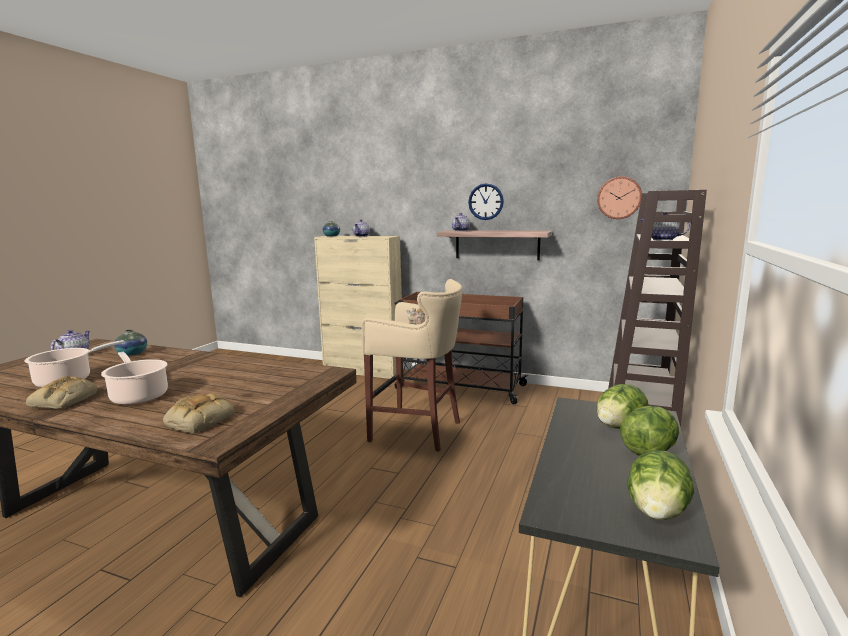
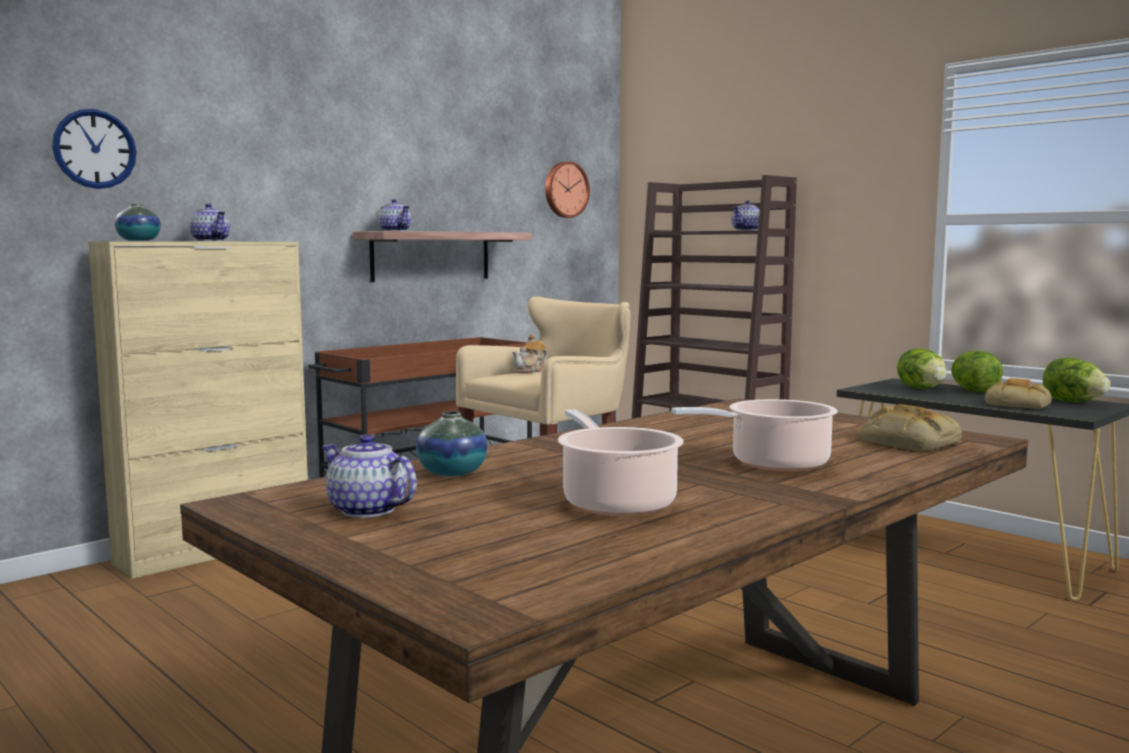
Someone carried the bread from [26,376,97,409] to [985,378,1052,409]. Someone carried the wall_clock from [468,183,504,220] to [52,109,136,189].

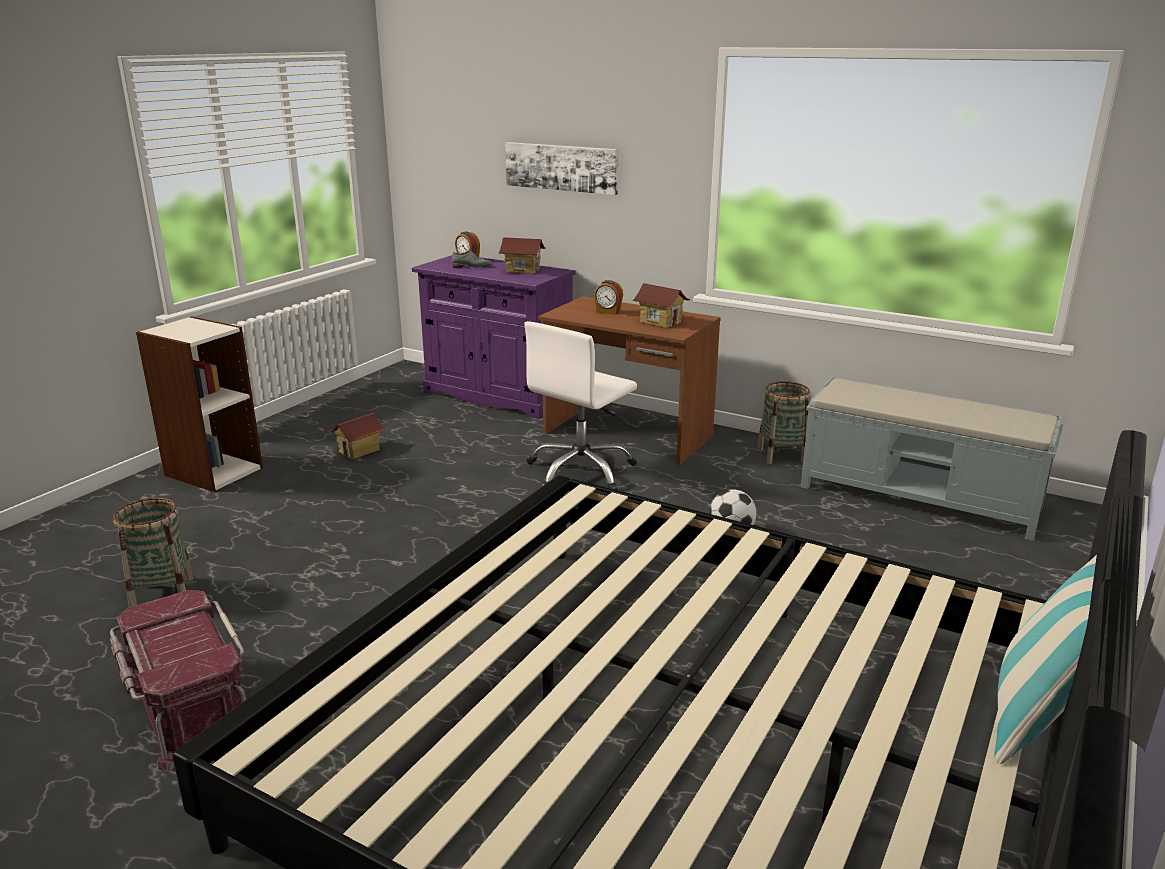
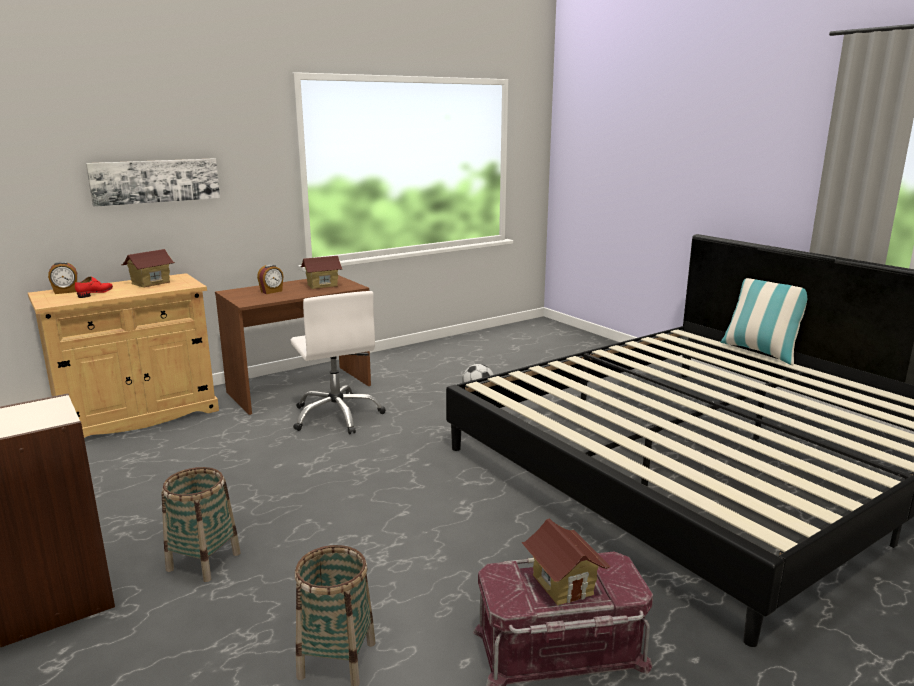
Someone took away the grey_bench at [801,376,1063,541]. Someone carried the toy_house from [329,413,386,459] to [521,518,611,605]. Someone carried the basket from [757,381,810,464] to [161,467,241,582]. Someone repainted the purple_cabinet at [412,255,575,419], which became the beige_cabinet at [28,273,219,438]. Someone repainted the grey_shoe at [452,250,493,269], which became the red_shoe at [75,277,113,298].

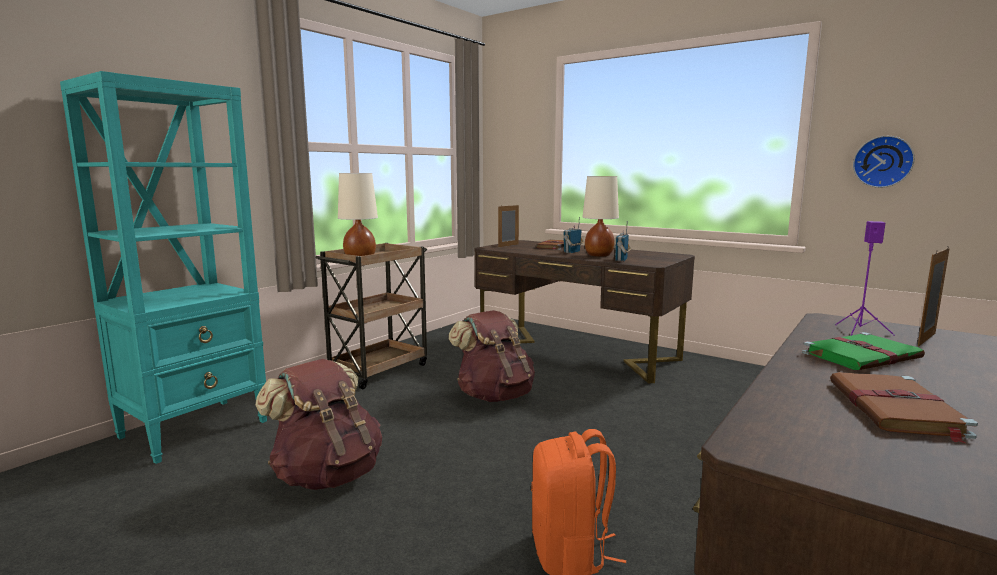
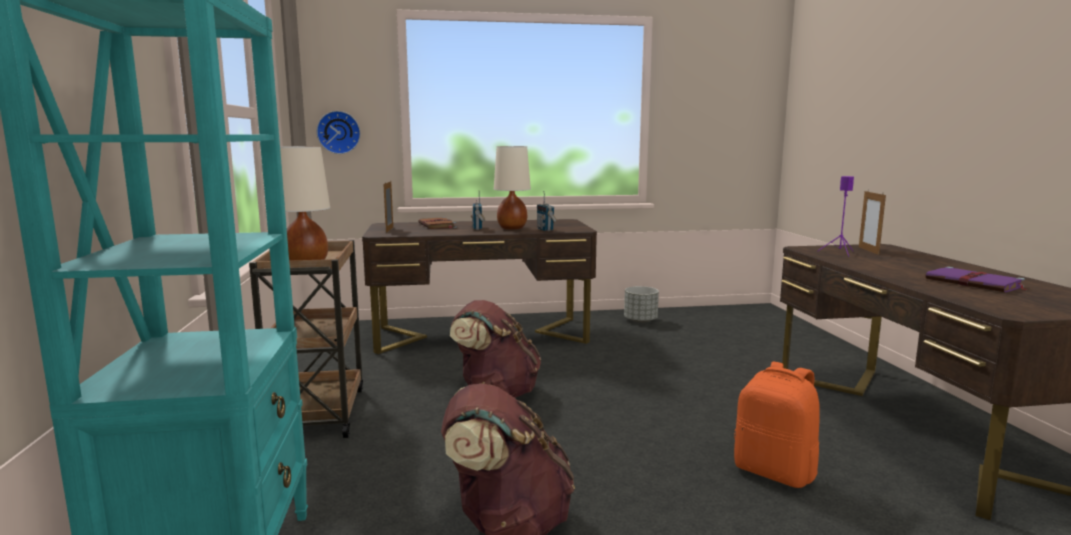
Someone took away the green_book at [802,332,925,370]. Someone put down the grey_planter at [624,286,659,323]. Someone carried the wall_clock from [853,136,915,188] to [316,111,360,154]. Someone repainted the brown_book at [830,372,978,444], which became the purple_book at [926,266,1029,292].

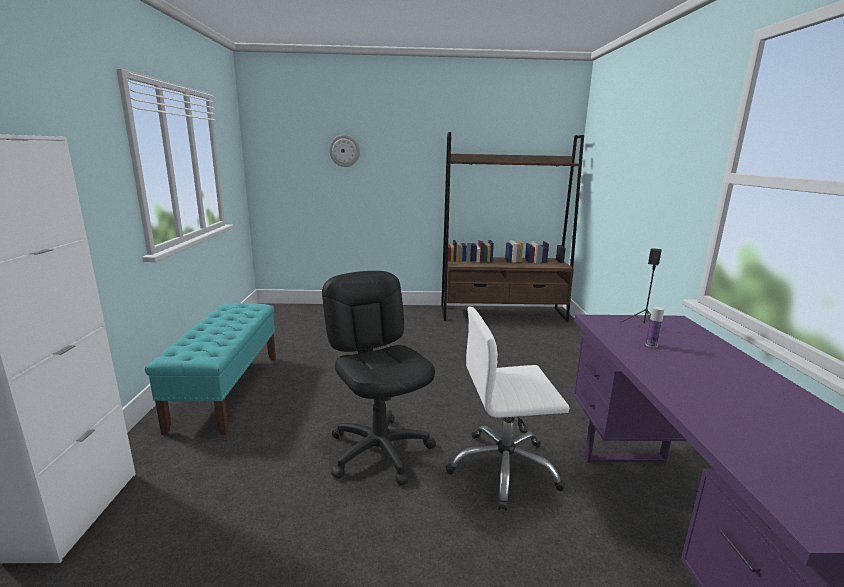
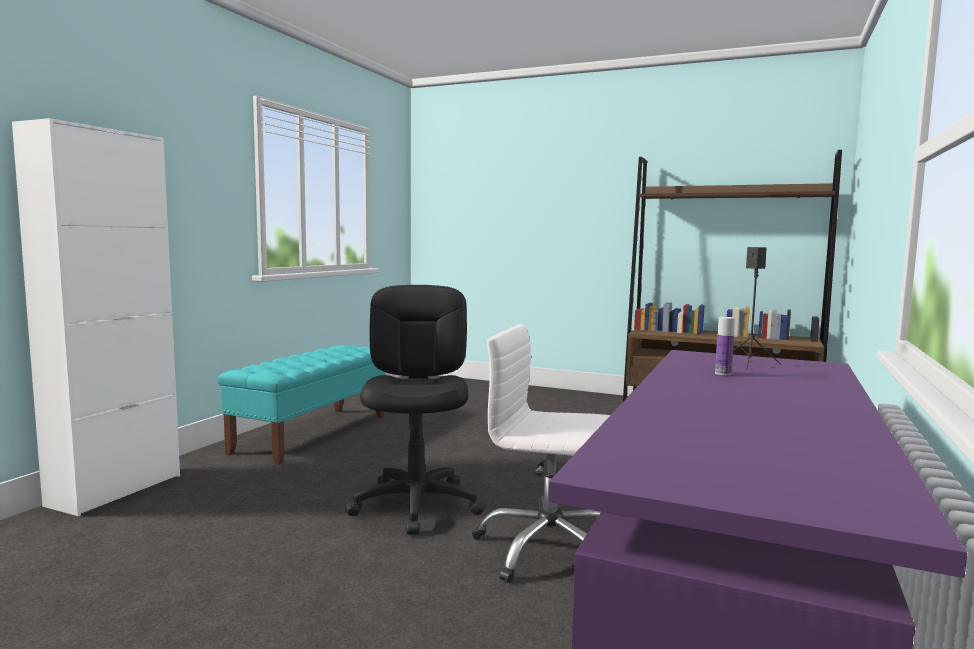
Someone took away the wall_clock at [329,135,360,167].

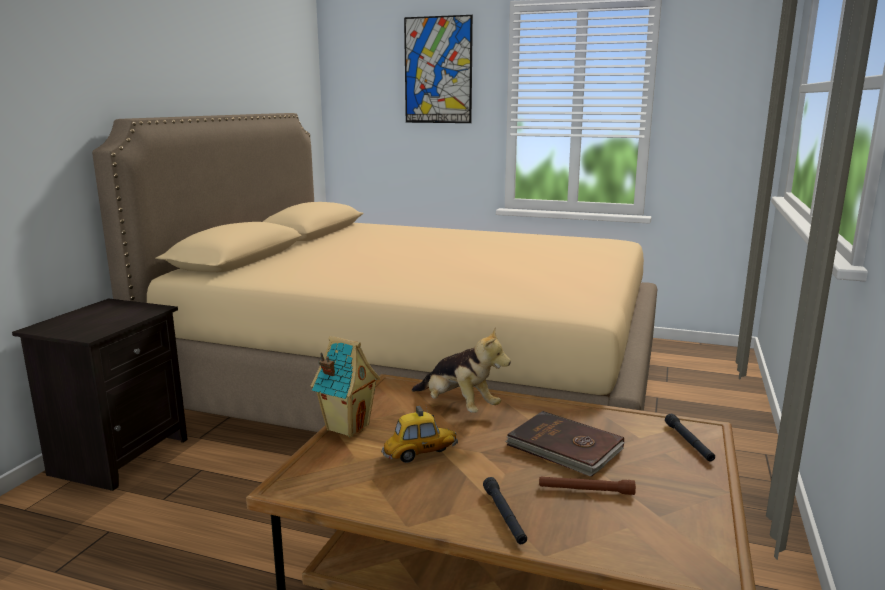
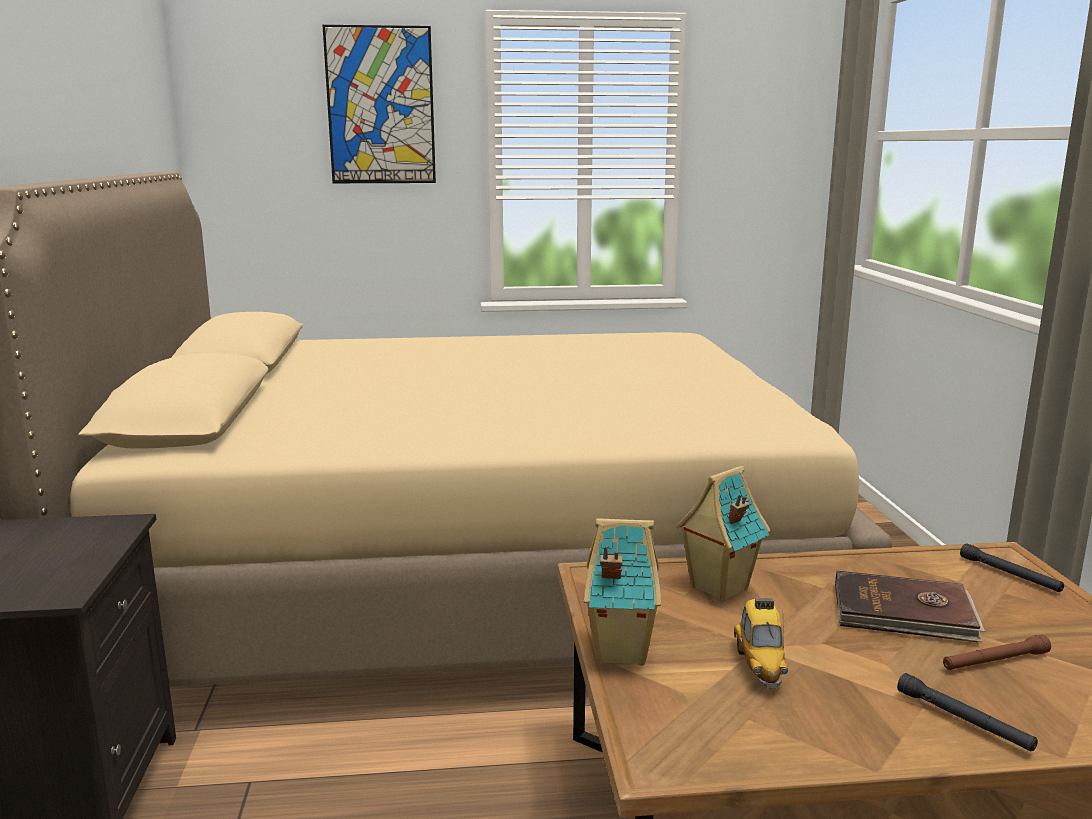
Someone swapped the plush_toy at [412,327,511,413] for the toy_house at [676,466,771,602]. Someone rotated the toy_car at [381,406,458,463] by 135 degrees clockwise.

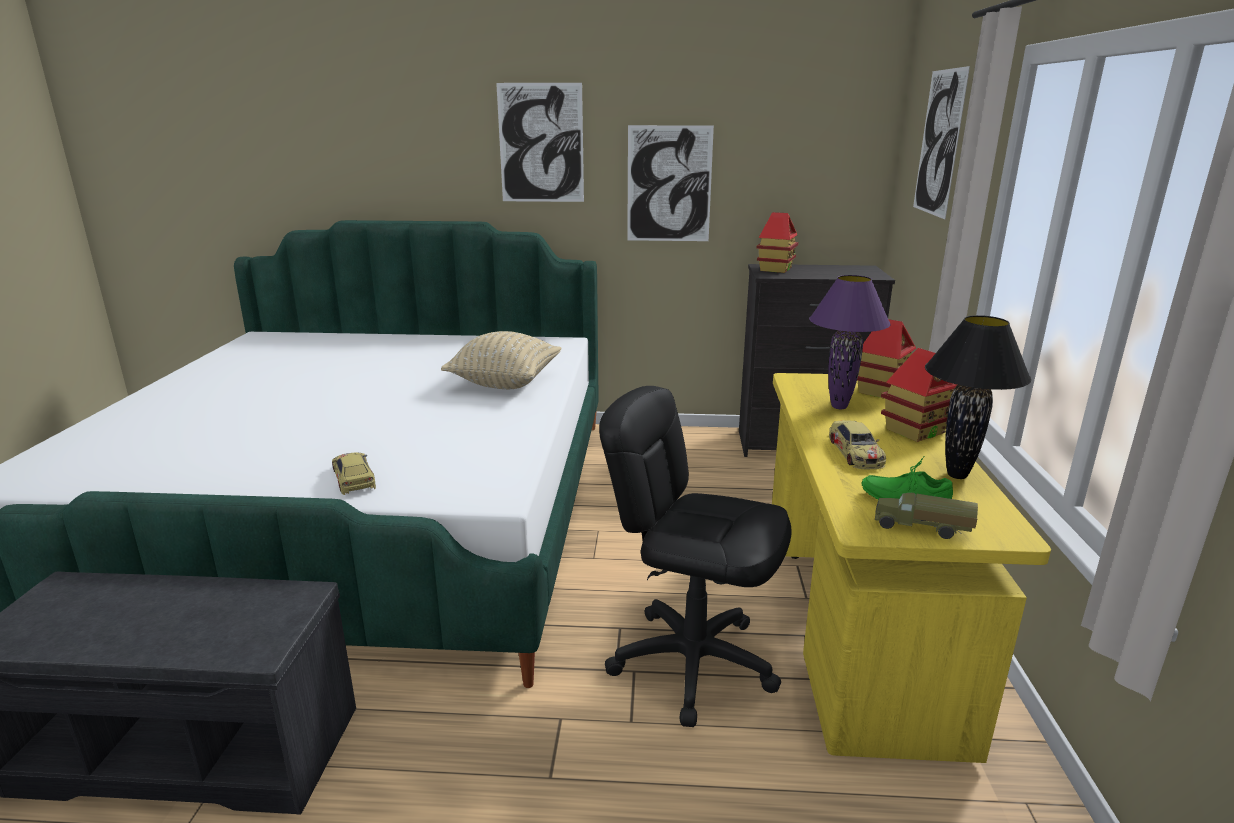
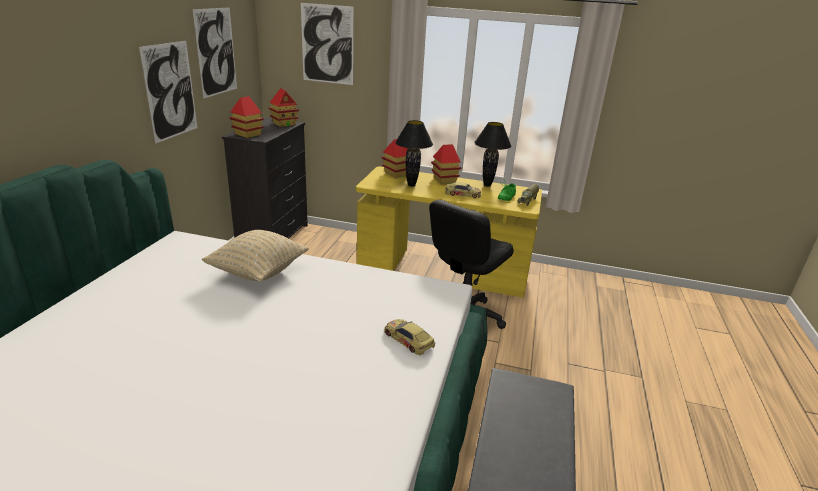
Someone put down the toy_house at [269,88,299,127]. Someone carried the picture from [496,83,584,202] to [192,7,237,99]. Someone repainted the purple_table_lamp at [809,275,891,409], which became the black_table_lamp at [395,120,433,187]. Someone rotated the toy_car at [332,452,376,495] by 60 degrees clockwise.

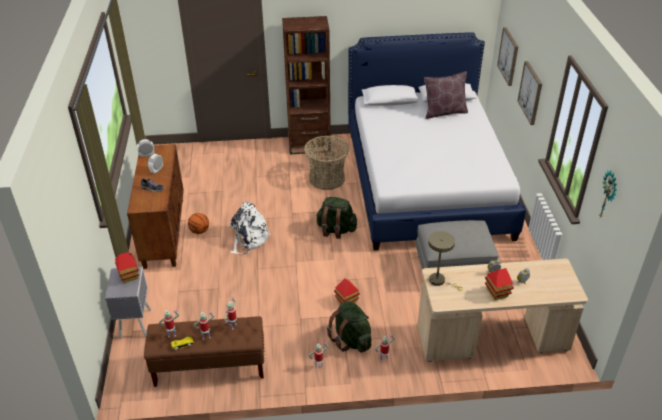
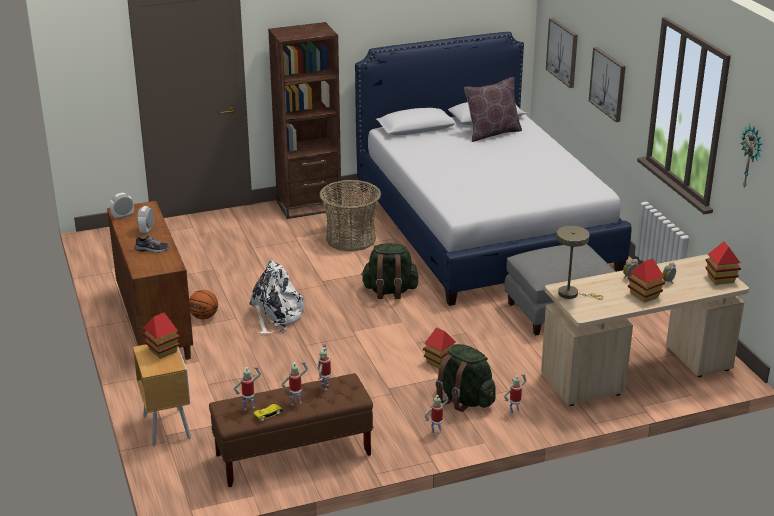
Someone put down the toy_house at [705,241,741,285]. Someone repainted the grey_nightstand at [105,267,151,339], which became the brown_nightstand at [133,344,191,446].

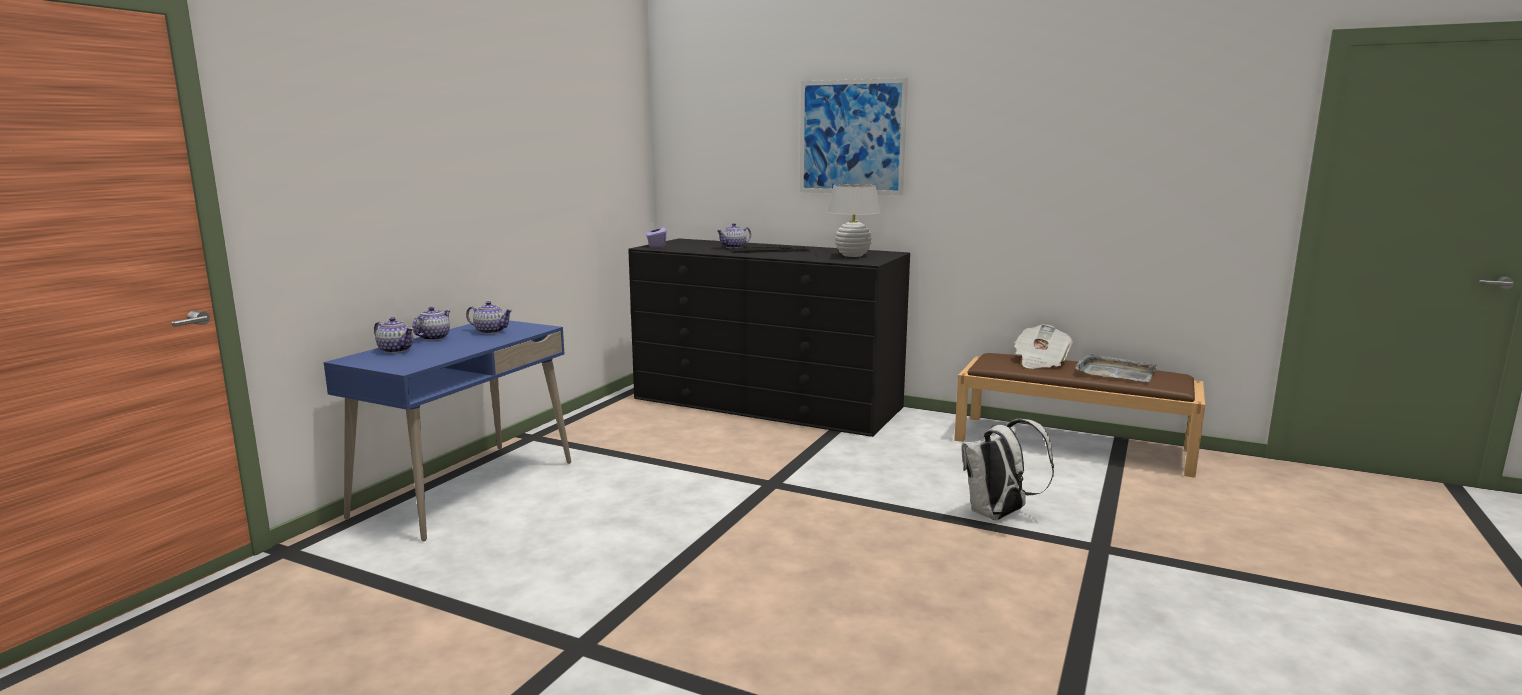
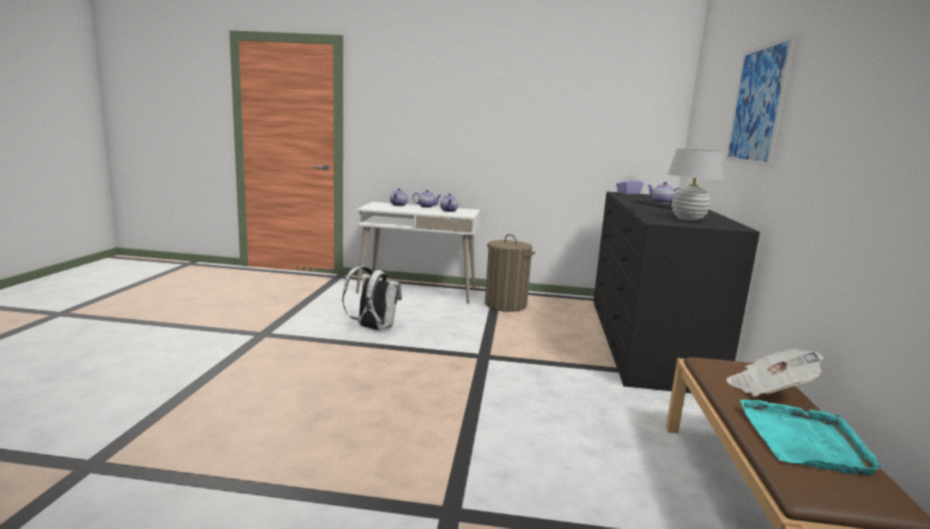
Someone put down the laundry_basket at [485,234,535,312]. Someone carried the white_backpack from [962,419,1054,520] to [342,266,402,331]. Someone repainted the blue_desk at [324,320,571,541], which became the white_desk at [356,202,480,303]. Someone repainted the grey_tray at [1075,353,1158,382], which became the turquoise_tray at [740,400,883,475].

